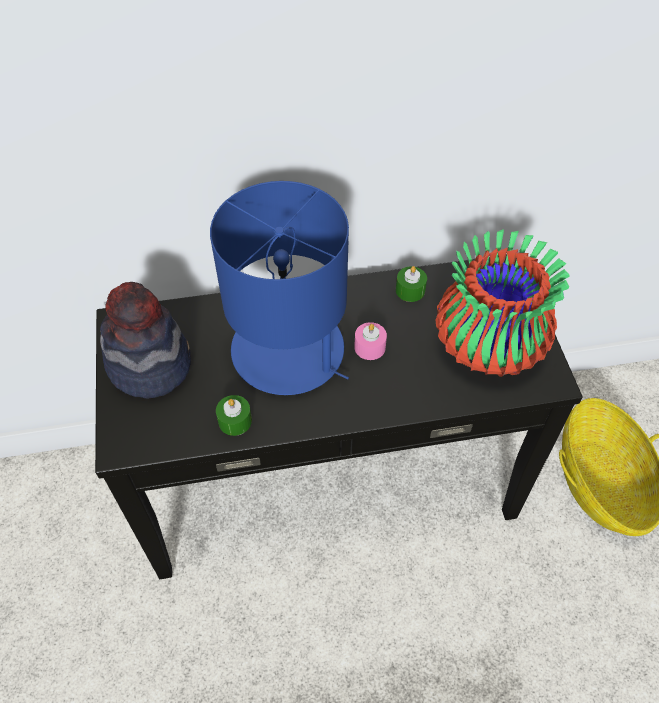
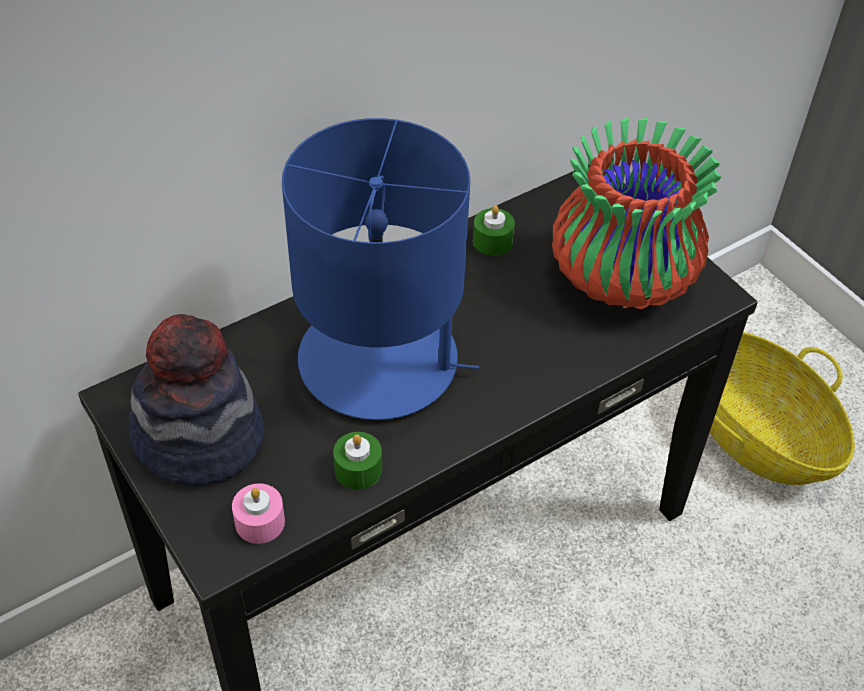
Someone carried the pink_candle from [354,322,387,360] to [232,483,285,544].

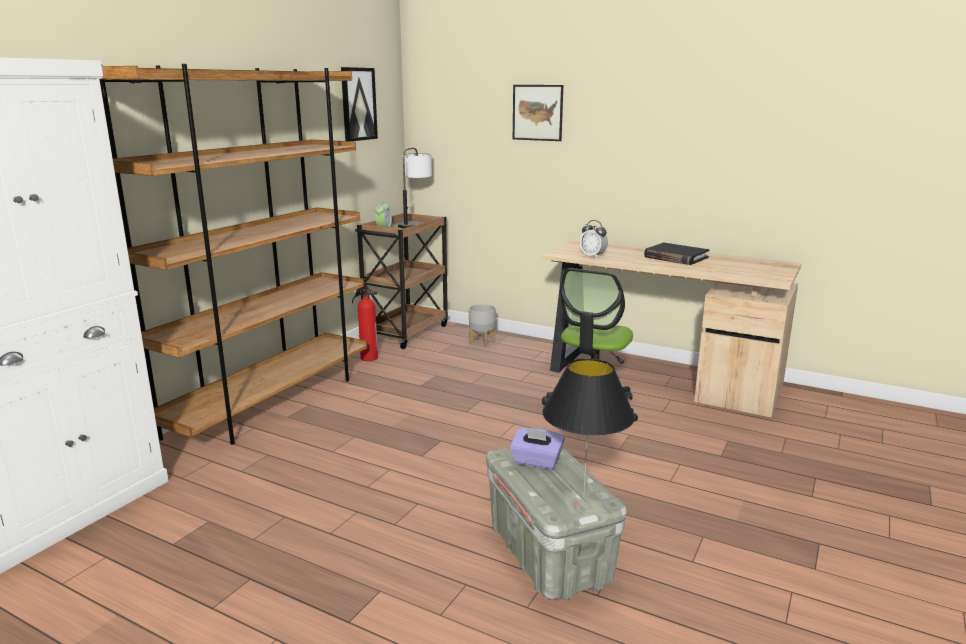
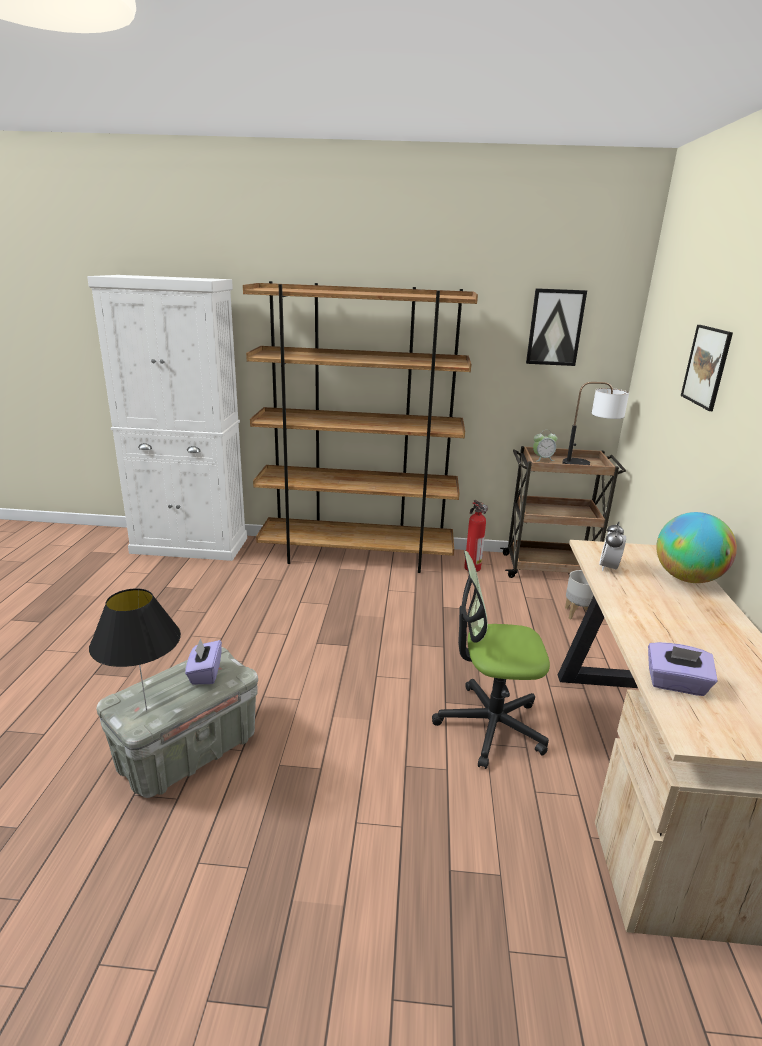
Someone took away the black_book at [644,243,709,265]. Someone put down the purple_tissue_box at [648,642,718,696]. Someone put down the globe at [656,512,737,583].

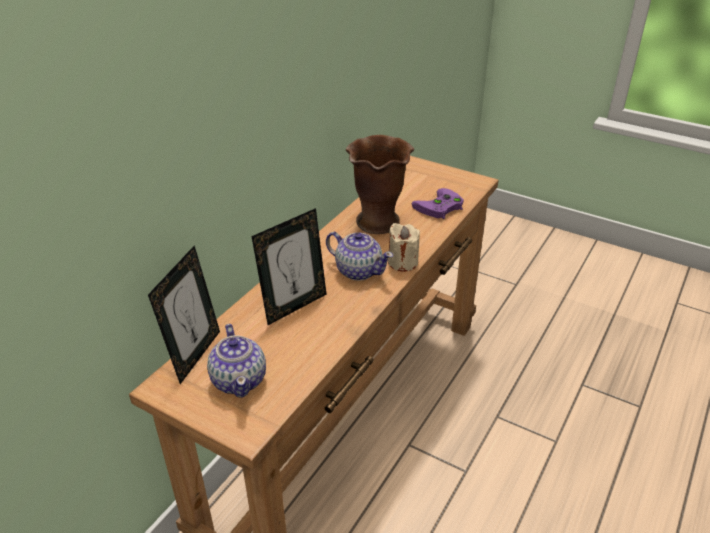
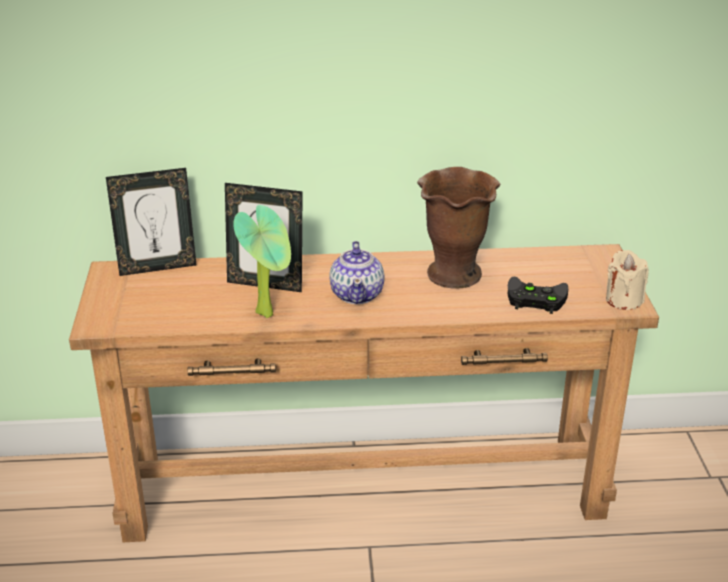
Someone took away the teapot at [207,324,266,398]. Someone put down the potted_plant at [233,205,291,318]. Someone carried the beige_candle from [388,223,420,272] to [606,250,649,310]. Someone repainted the purple_game_controller at [411,188,464,219], which became the black_game_controller at [508,277,568,314].

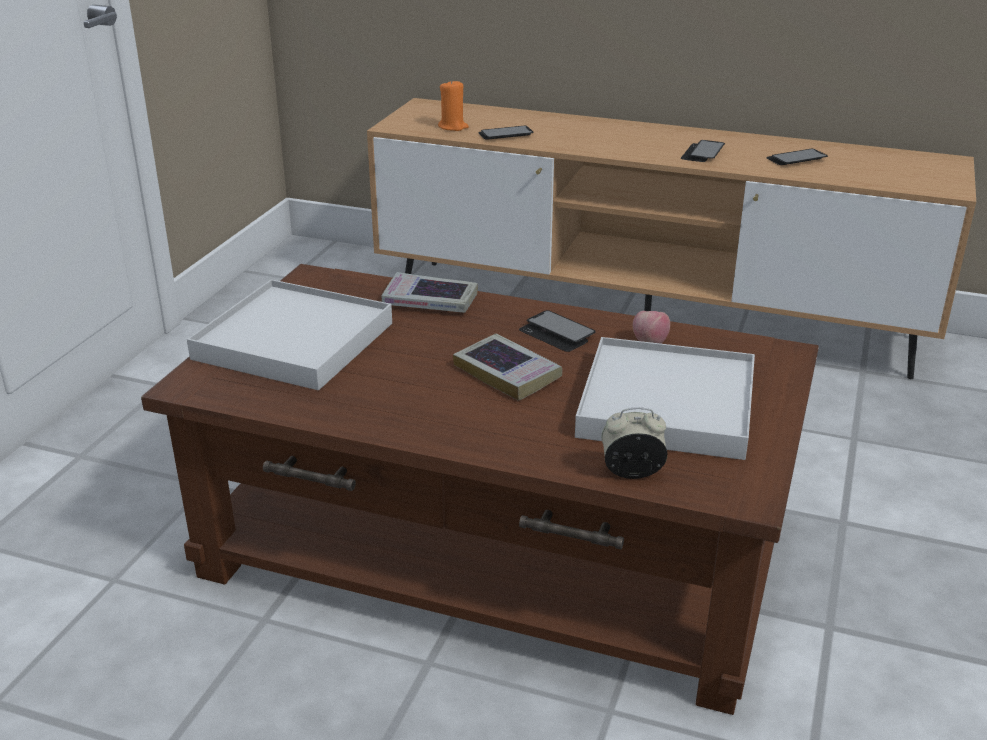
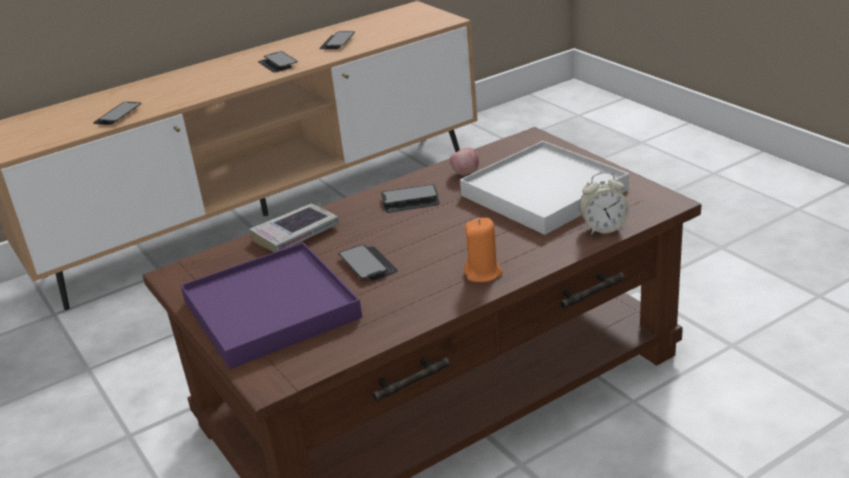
Someone took away the book at [453,334,562,401]. Someone put down the phone at [338,245,398,281]. Someone carried the orange_candle from [438,79,469,131] to [464,218,503,282]. Someone repainted the white_tray at [187,279,392,390], which became the purple_tray at [180,242,362,369]. Someone rotated the alarm_clock at [601,407,667,479] by 135 degrees counterclockwise.

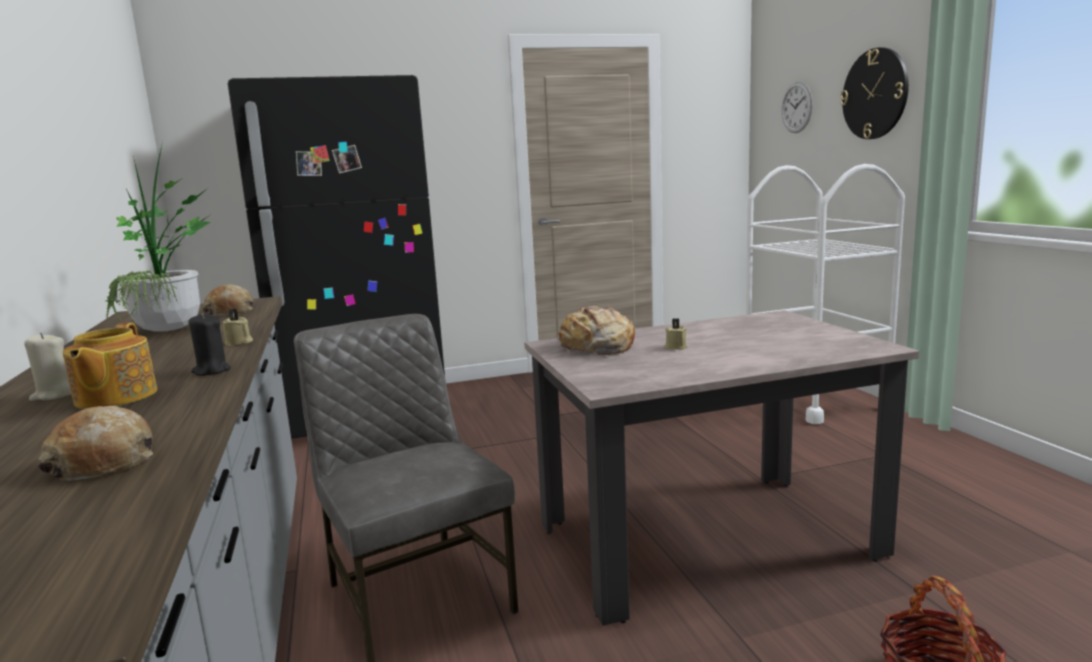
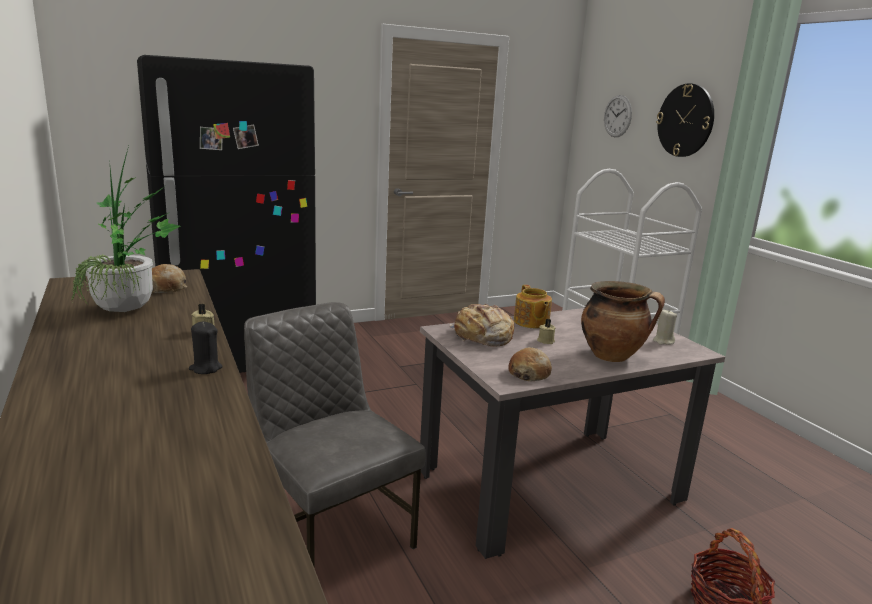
Someone put down the cooking_pot at [581,281,665,362]. Someone carried the beige_candle from [24,333,71,401] to [653,309,677,345]. Someone carried the bread from [38,405,153,481] to [509,347,552,381]. Someone carried the teapot from [62,323,157,409] to [514,285,552,328].

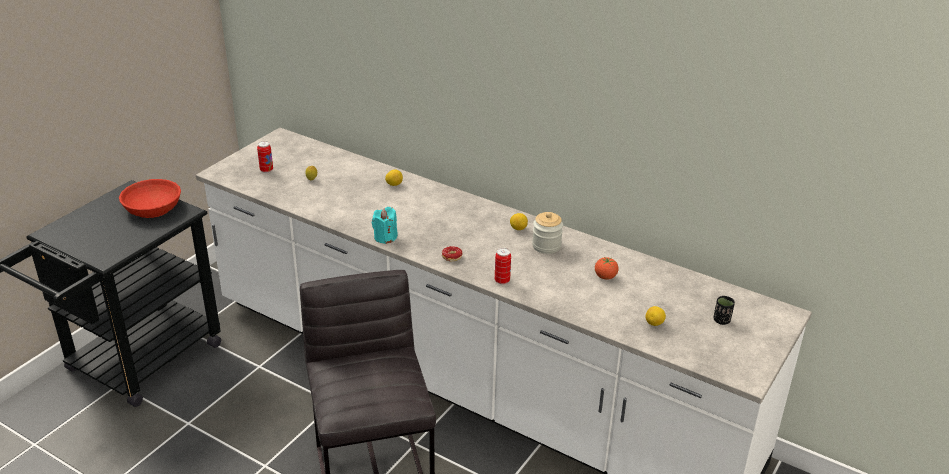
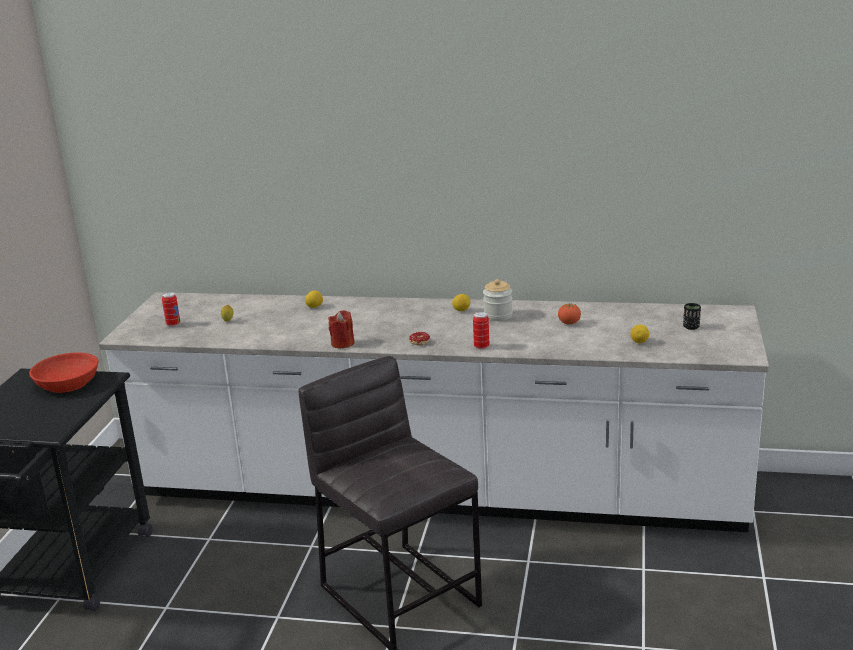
Someone repainted the turquoise_candle at [372,207,398,244], which became the red_candle at [328,310,355,348].

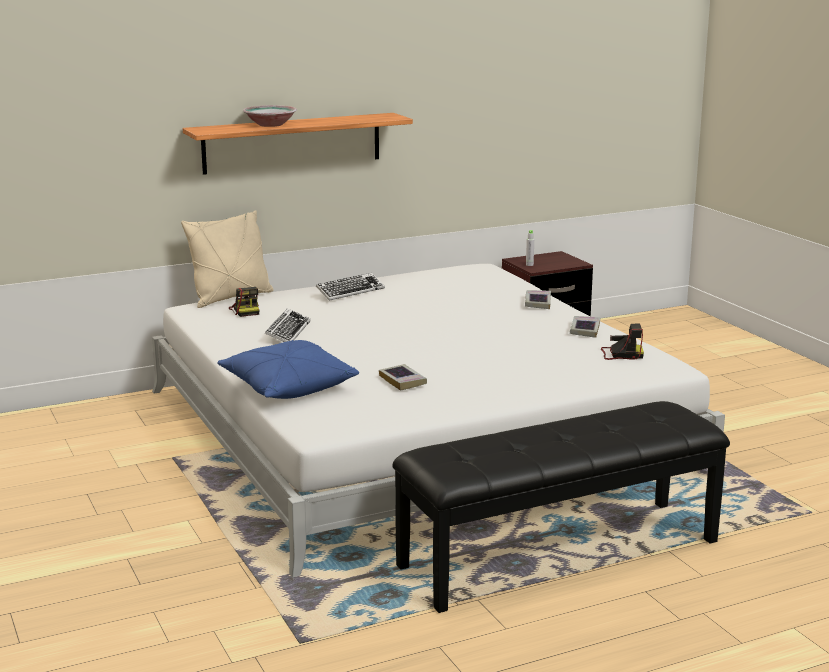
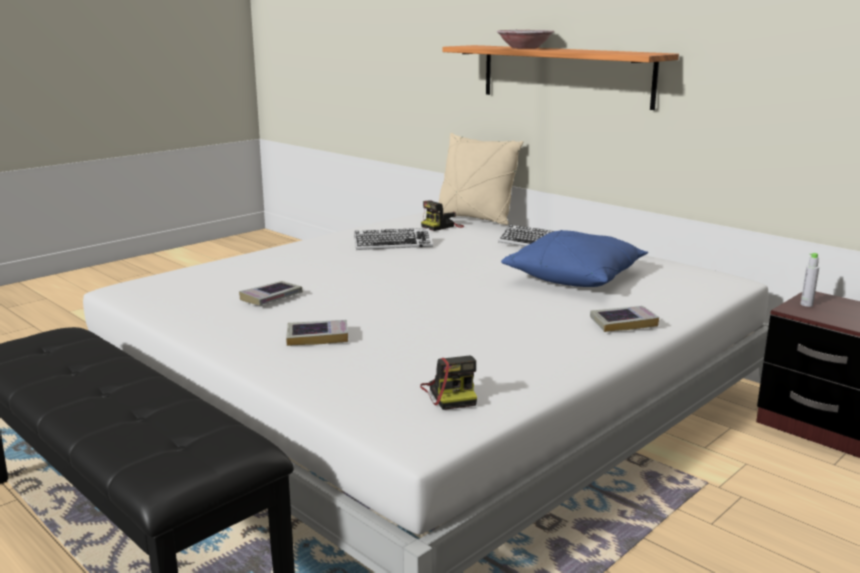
Someone carried the blue_pillow from [217,340,359,399] to [501,230,648,287]. Someone carried the book from [570,316,601,338] to [286,320,348,346].

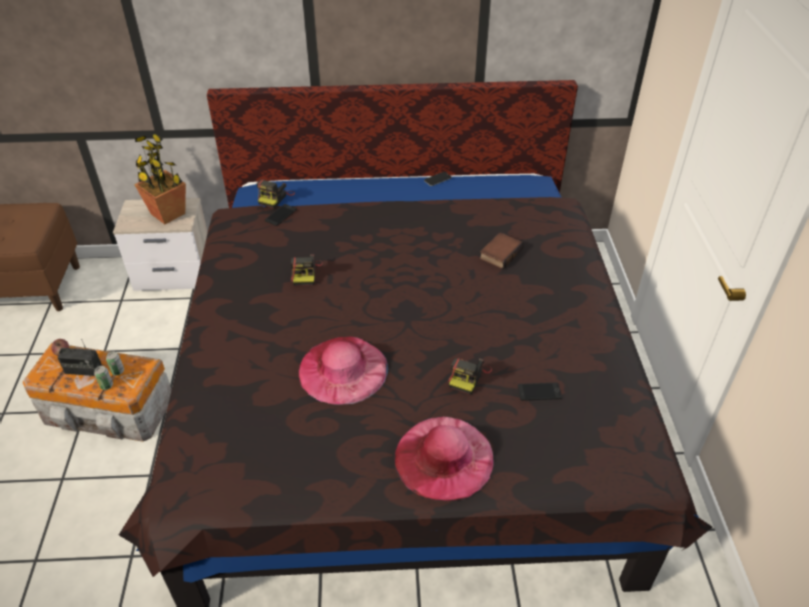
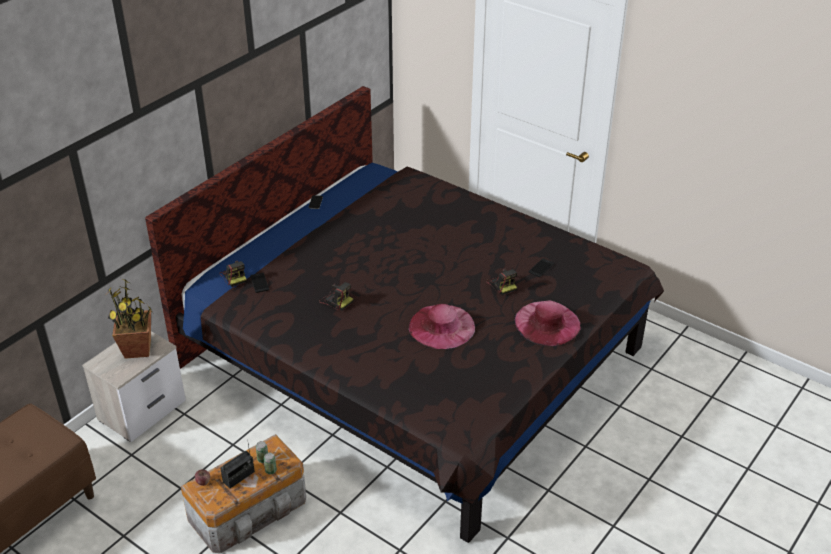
Someone took away the book at [479,232,524,270].

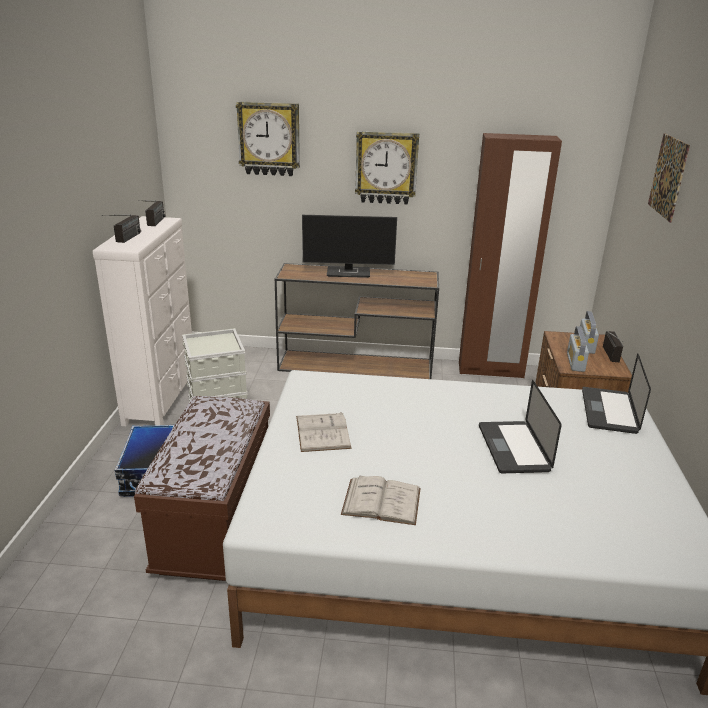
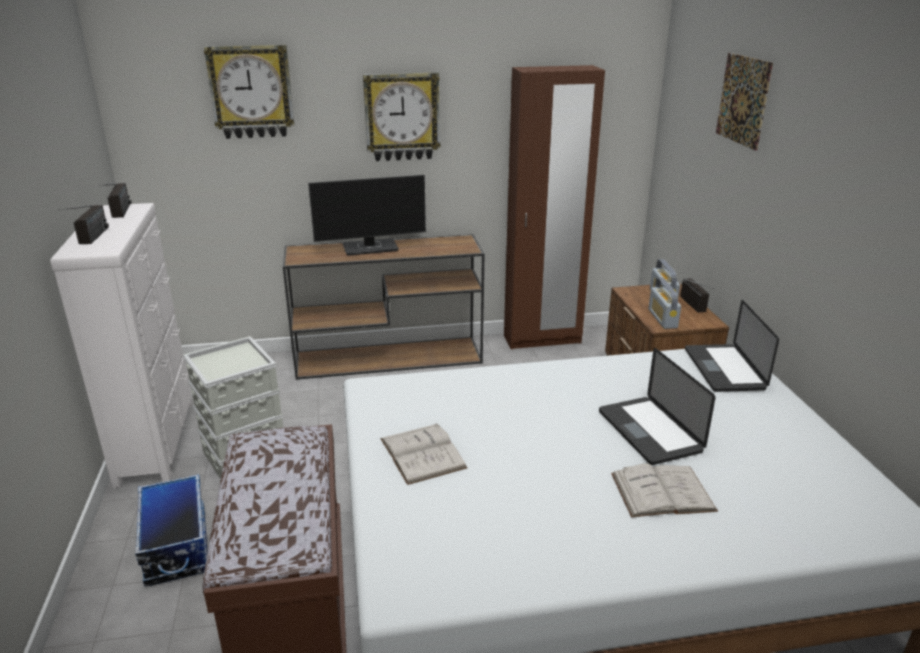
Someone carried the white_book from [341,475,421,525] to [611,464,718,517].

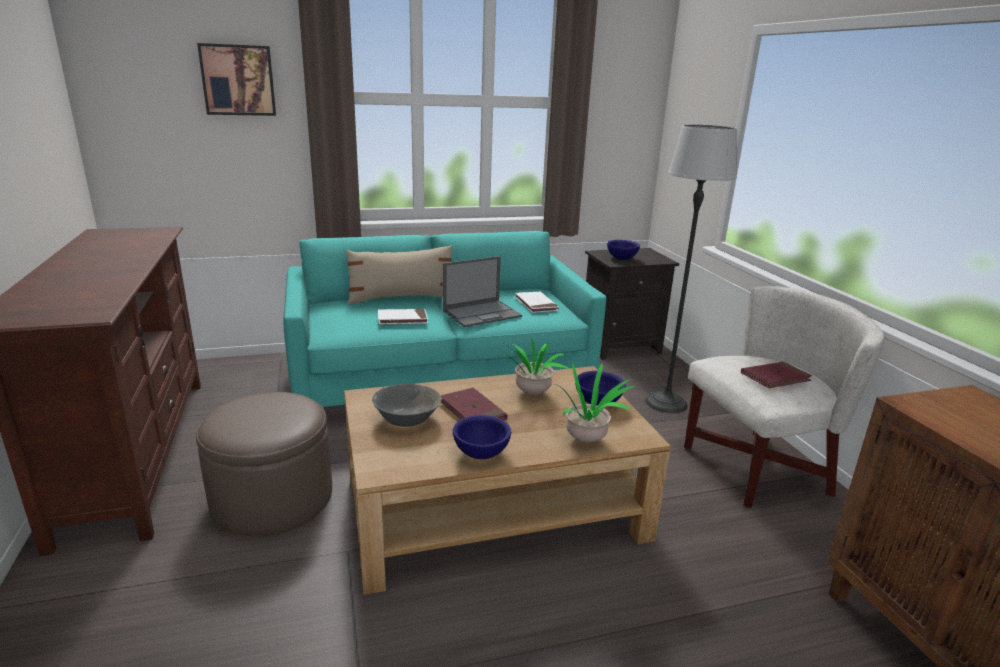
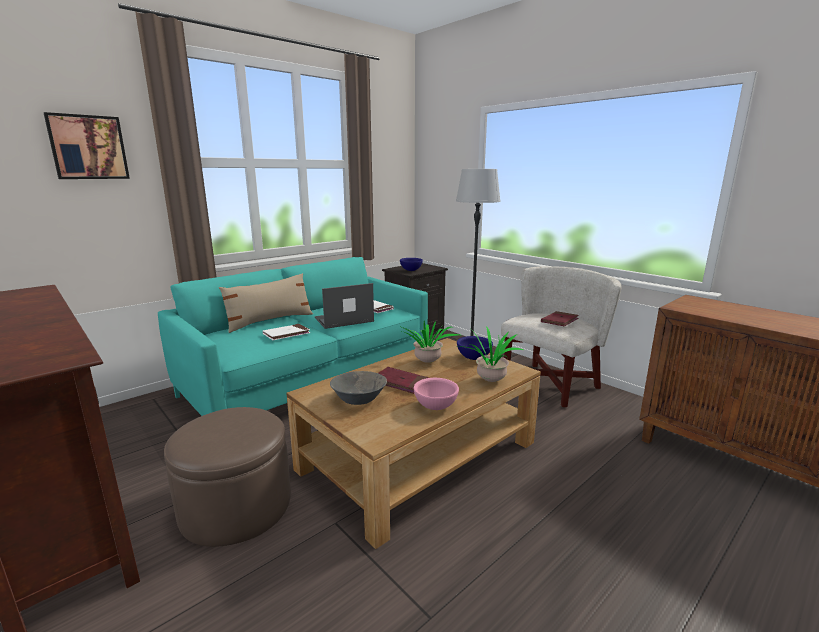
Someone repainted the blue_bowl at [453,415,511,459], which became the pink_bowl at [414,378,459,410]. Someone rotated the laptop at [443,256,522,327] by 150 degrees counterclockwise.

